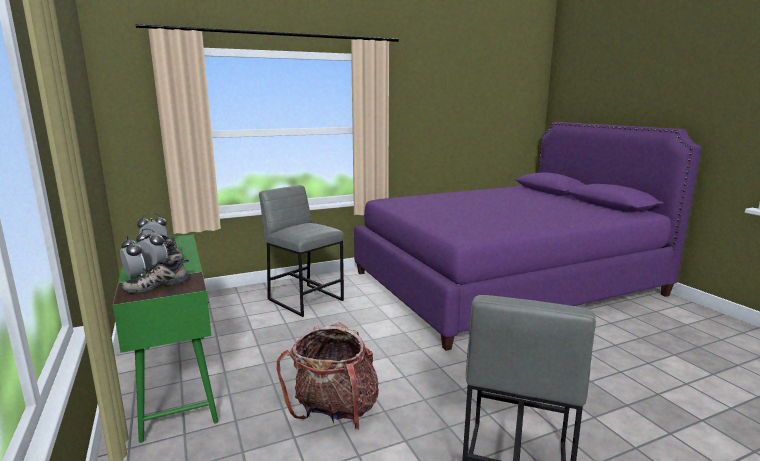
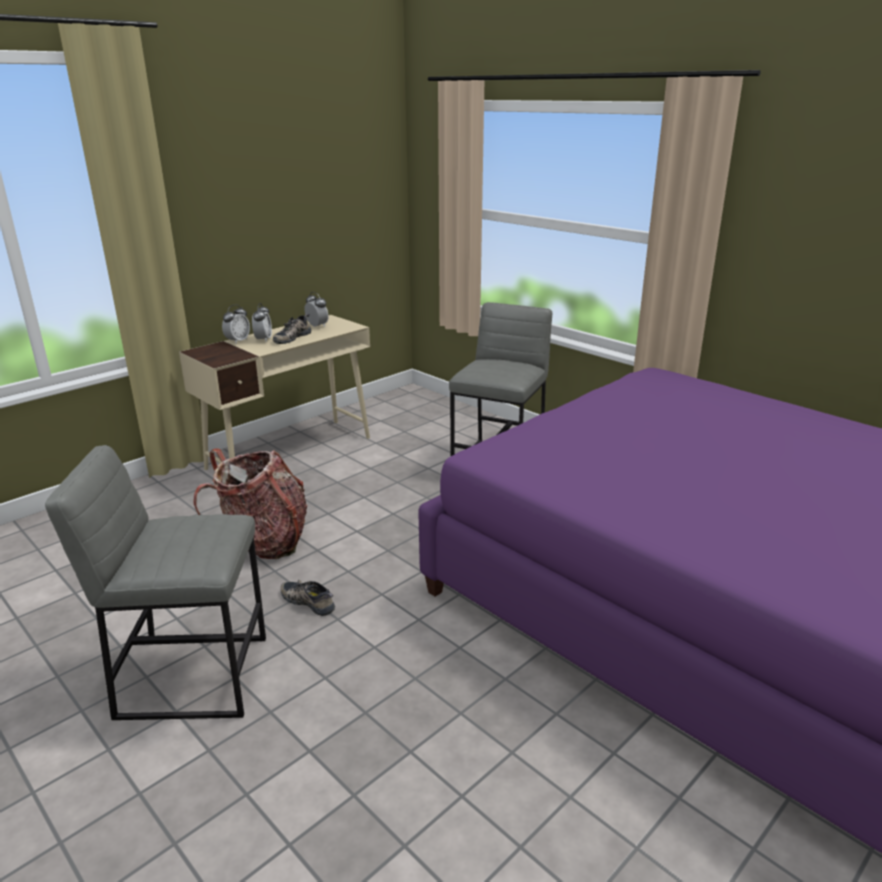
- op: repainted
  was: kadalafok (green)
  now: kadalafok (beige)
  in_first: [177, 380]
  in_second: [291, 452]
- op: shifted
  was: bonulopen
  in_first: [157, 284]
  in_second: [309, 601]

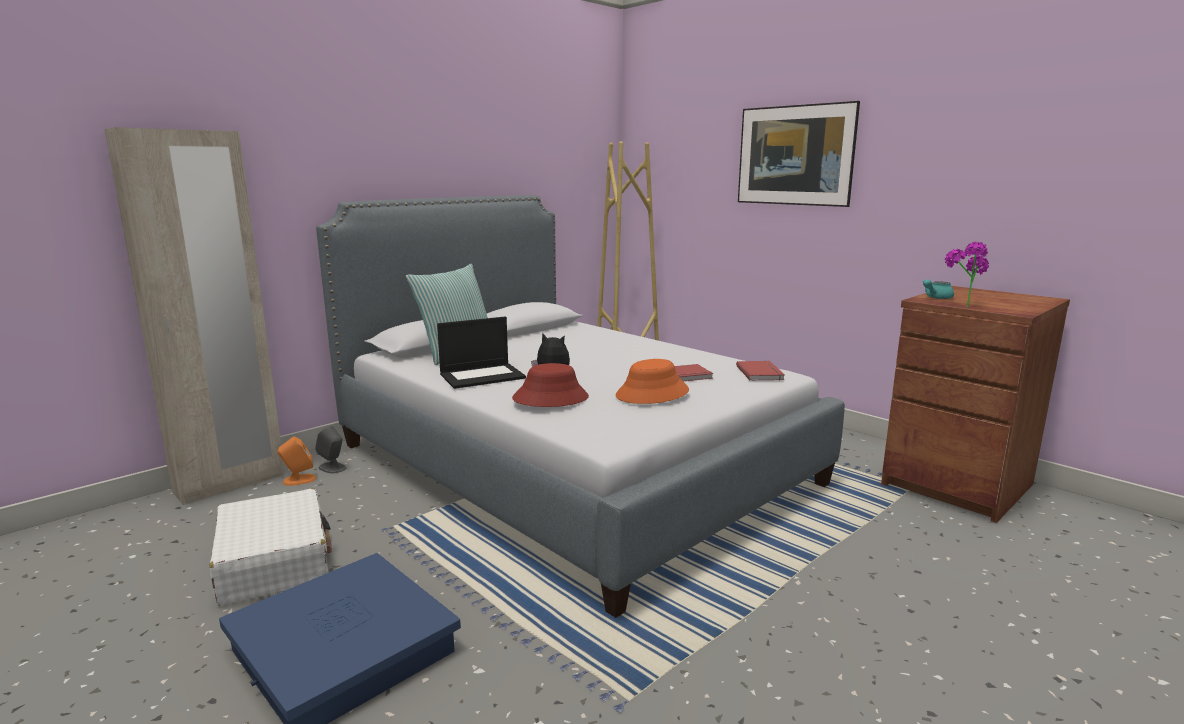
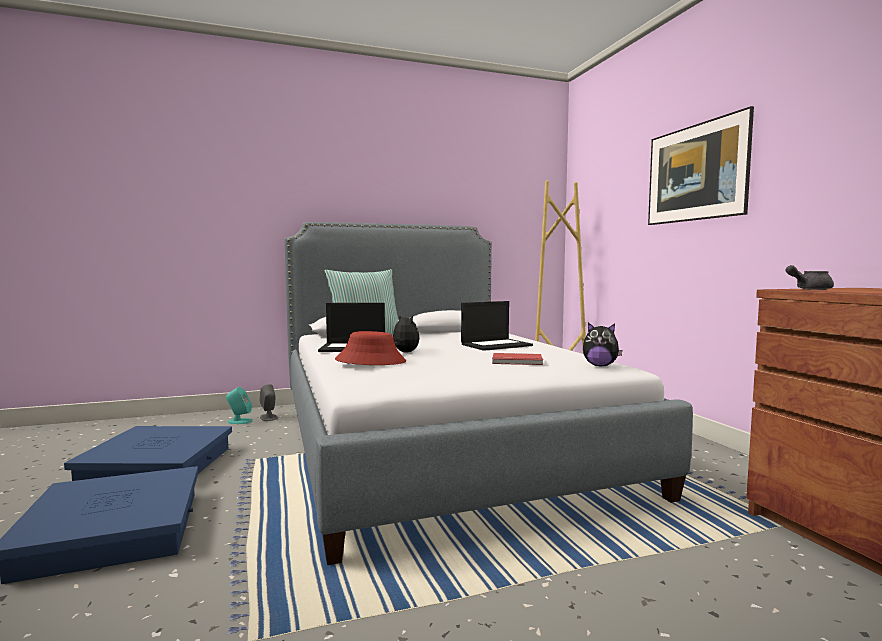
- op: gone
  was: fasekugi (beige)
  in_first: [230, 483]
- op: swapped
  was: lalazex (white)
  now: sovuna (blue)
  in_first: [274, 561]
  in_second: [158, 465]
- op: repainted
  was: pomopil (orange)
  now: pomopil (turquoise)
  in_first: [299, 480]
  in_second: [239, 421]
- op: gone
  was: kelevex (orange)
  in_first: [652, 393]
- op: swapped
  was: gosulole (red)
  now: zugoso
  in_first: [761, 372]
  in_second: [600, 366]
- op: repainted
  was: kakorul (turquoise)
  now: kakorul (grey)
  in_first: [935, 298]
  in_second: [808, 289]
- op: gone
  was: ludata
  in_first: [961, 305]
- op: new
  now: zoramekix
  in_second: [496, 345]

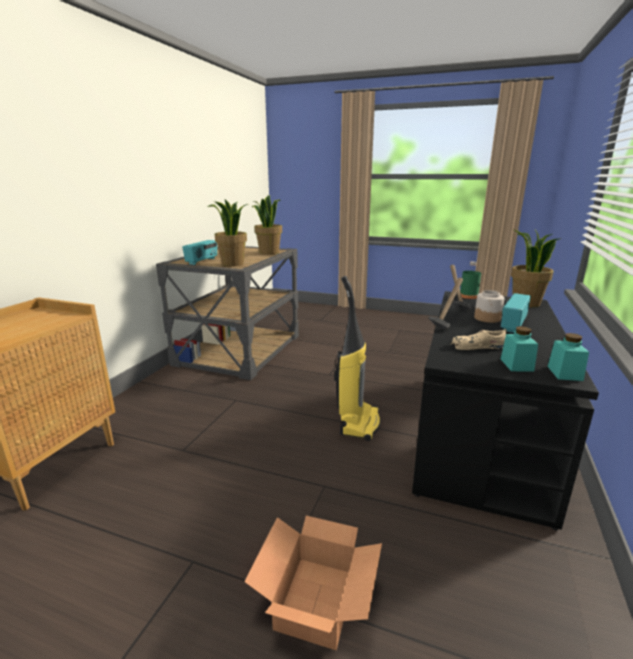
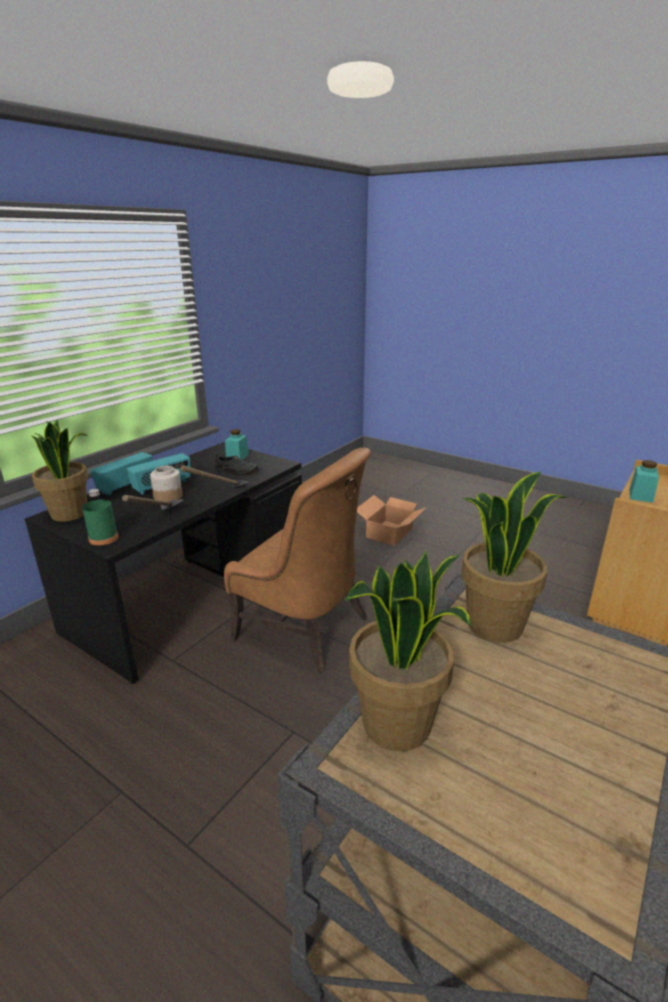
- op: shifted
  was: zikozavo
  in_first: [202, 261]
  in_second: [126, 486]
- op: swapped
  was: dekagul
  now: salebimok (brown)
  in_first: [358, 423]
  in_second: [304, 628]
- op: repainted
  was: bonulopen (beige)
  now: bonulopen (black)
  in_first: [478, 346]
  in_second: [237, 471]
- op: shifted
  was: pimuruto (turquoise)
  in_first: [564, 373]
  in_second: [640, 496]

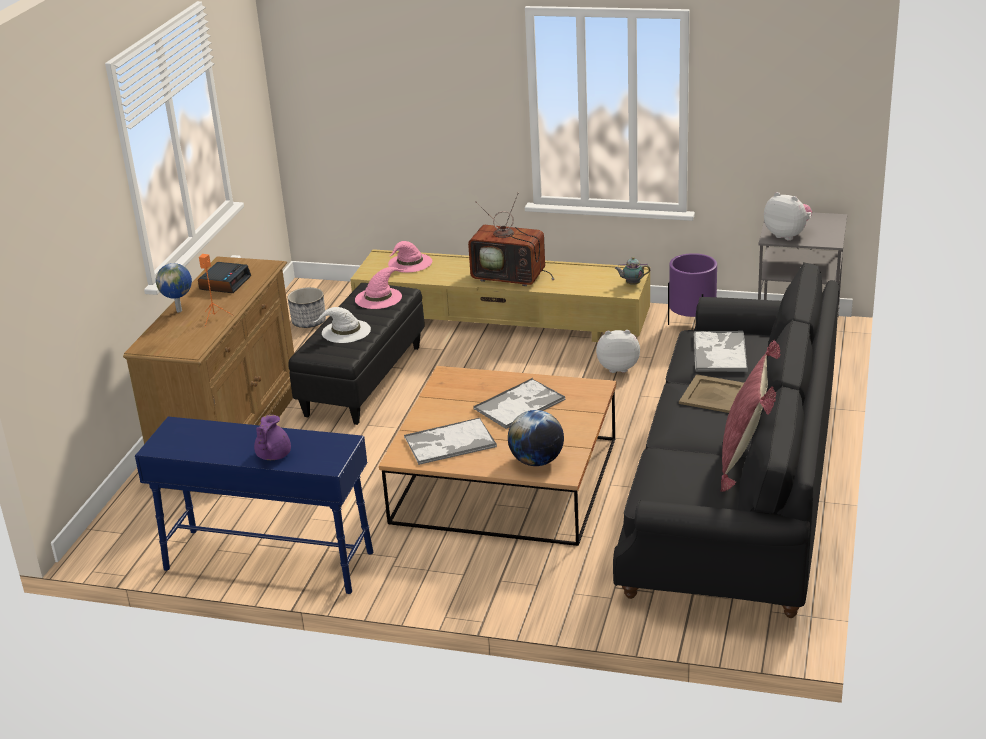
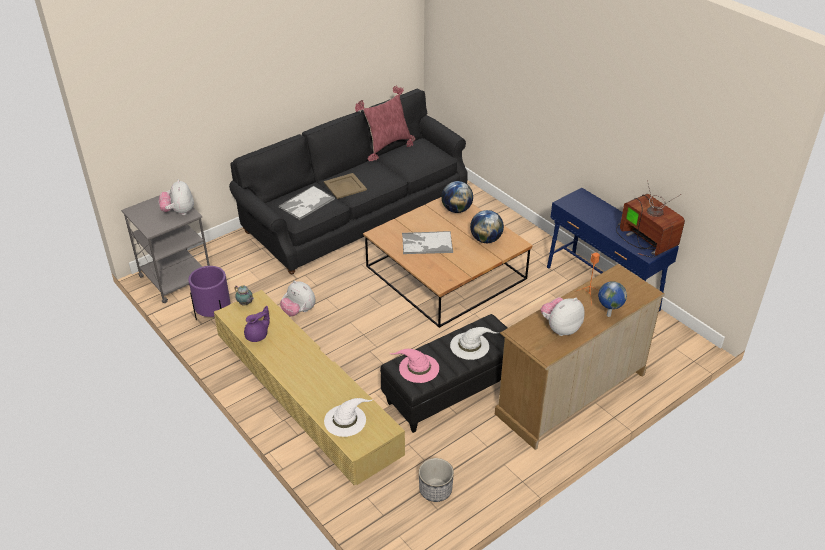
- op: swapped
  was: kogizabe
  now: zugoso
  in_first: [225, 283]
  in_second: [560, 328]
- op: shifted
  was: kakorul (purple)
  in_first: [272, 455]
  in_second: [257, 335]
- op: repainted
  was: kelevex (pink)
  now: kelevex (white)
  in_first: [410, 263]
  in_second: [345, 420]
- op: swapped
  was: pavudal
  now: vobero
  in_first: [449, 443]
  in_second: [486, 239]
- op: shifted
  was: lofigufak
  in_first: [511, 276]
  in_second: [644, 240]

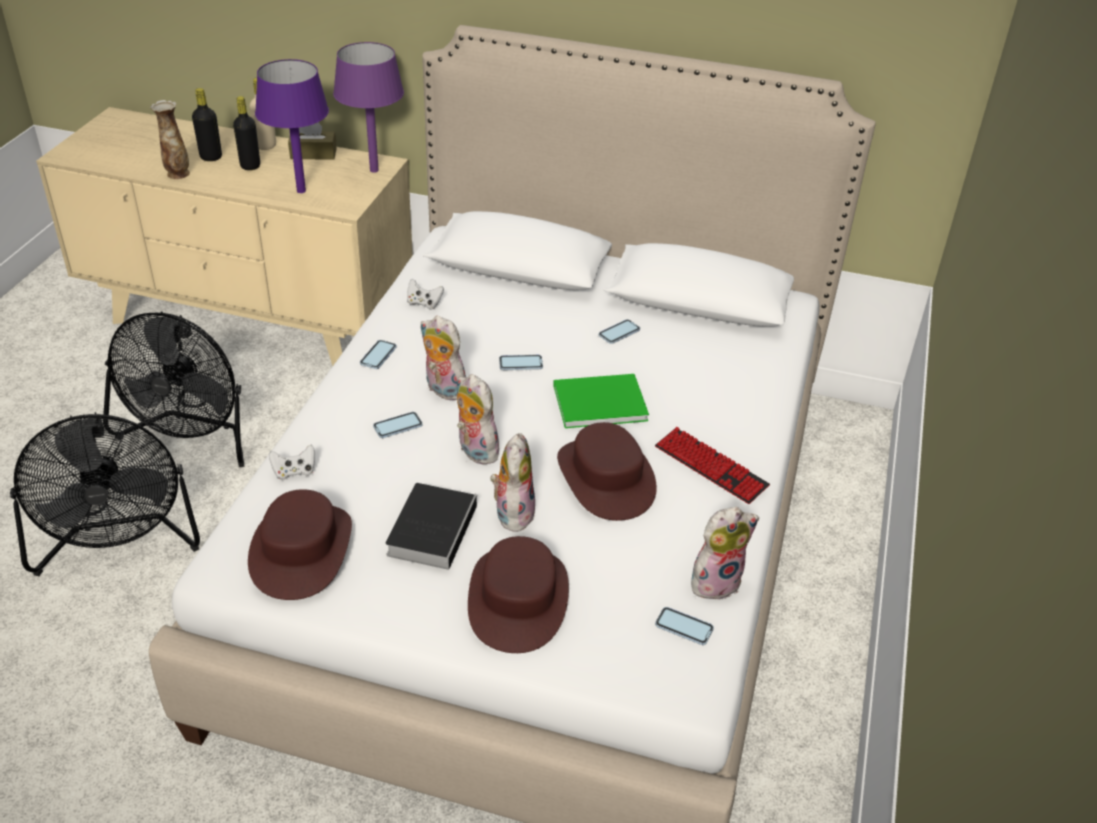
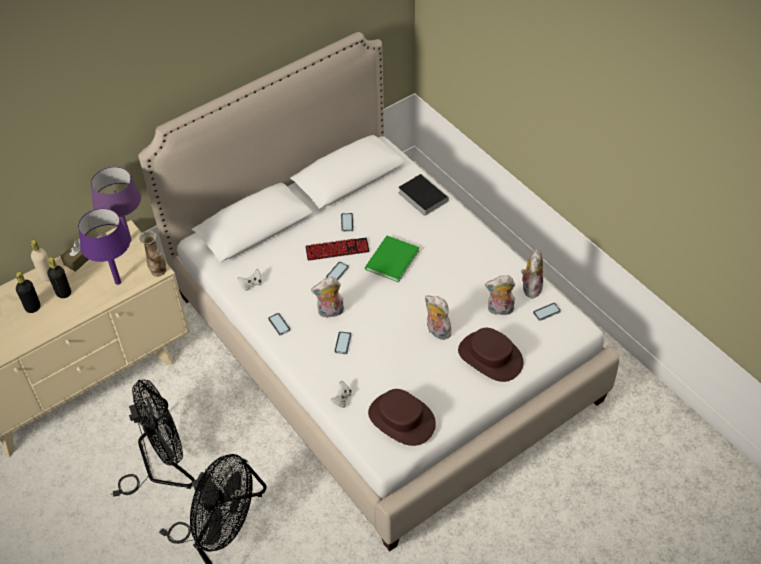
- op: rotated
  was: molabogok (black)
  in_first: [189, 433]
  in_second: [159, 459]
  clockwise: -75
- op: shifted
  was: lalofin
  in_first: [177, 174]
  in_second: [158, 271]
- op: shifted
  was: gosulole
  in_first: [432, 528]
  in_second: [421, 196]
- op: shifted
  was: zugoso
  in_first: [474, 450]
  in_second: [499, 310]
- op: gone
  was: kelevex (brown)
  in_first: [606, 478]
- op: shifted
  was: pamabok
  in_first: [710, 467]
  in_second: [337, 250]

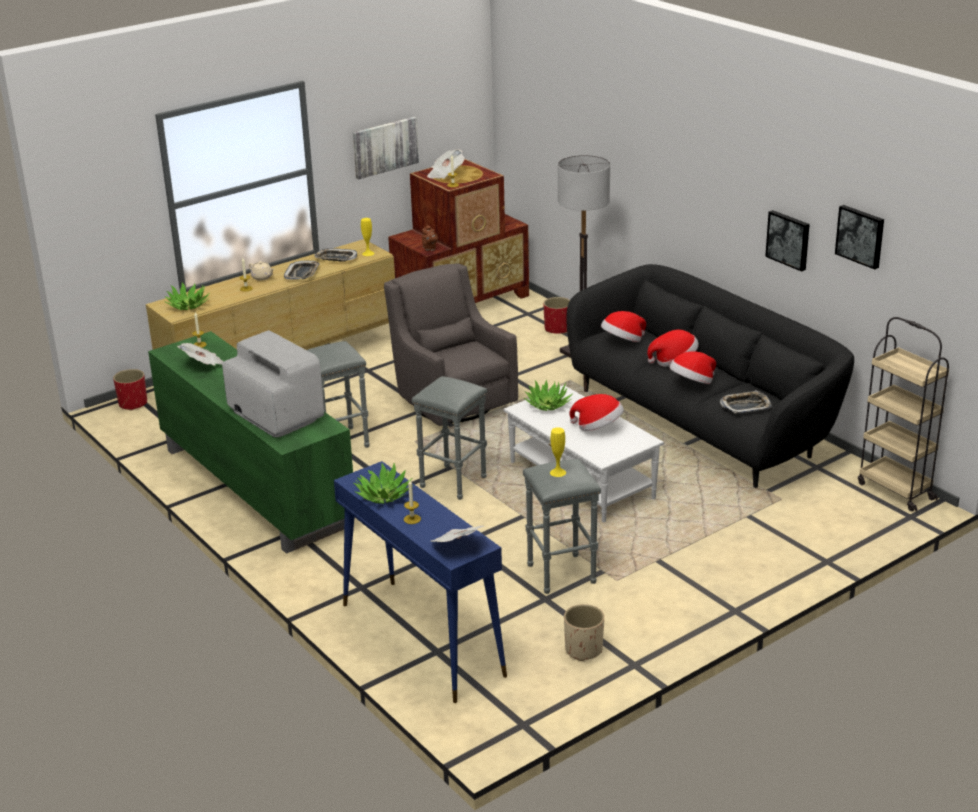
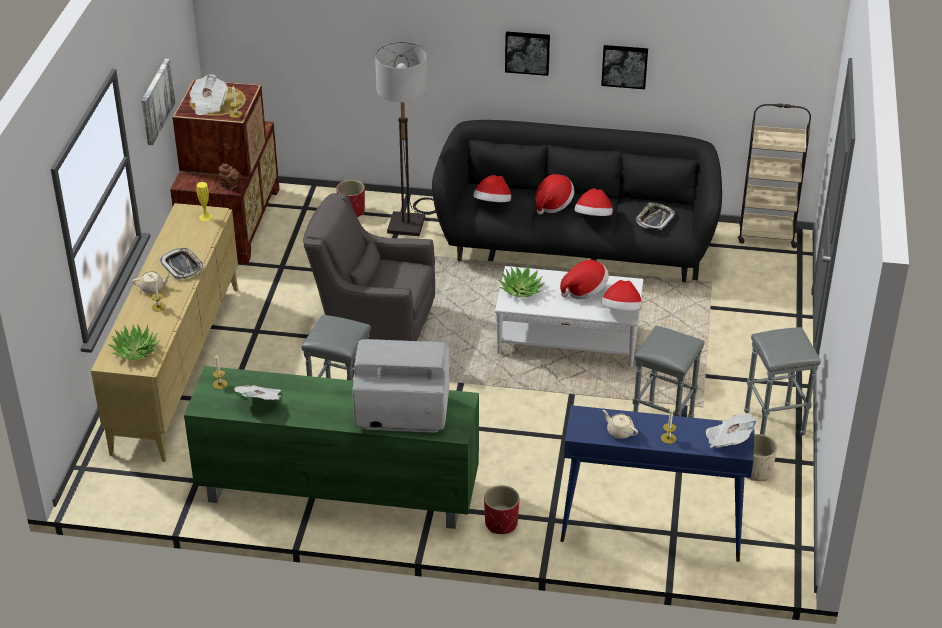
- op: shifted
  was: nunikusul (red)
  in_first: [133, 404]
  in_second: [501, 523]
- op: gone
  was: pavudal
  in_first: [336, 258]
- op: swapped
  was: ludata
  now: kakorul (beige)
  in_first: [383, 495]
  in_second: [619, 432]
- op: shifted
  was: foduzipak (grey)
  in_first: [451, 482]
  in_second: [773, 423]
- op: gone
  was: lalofin (yellow)
  in_first: [558, 472]
- op: shifted
  was: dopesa
  in_first: [861, 236]
  in_second: [527, 52]
- op: new
  now: kelevex
  in_second: [621, 311]

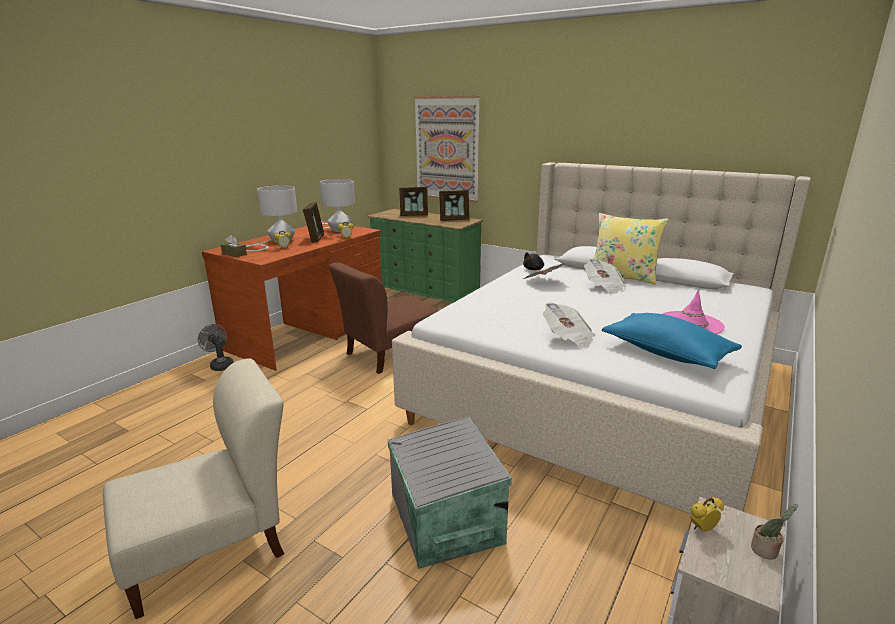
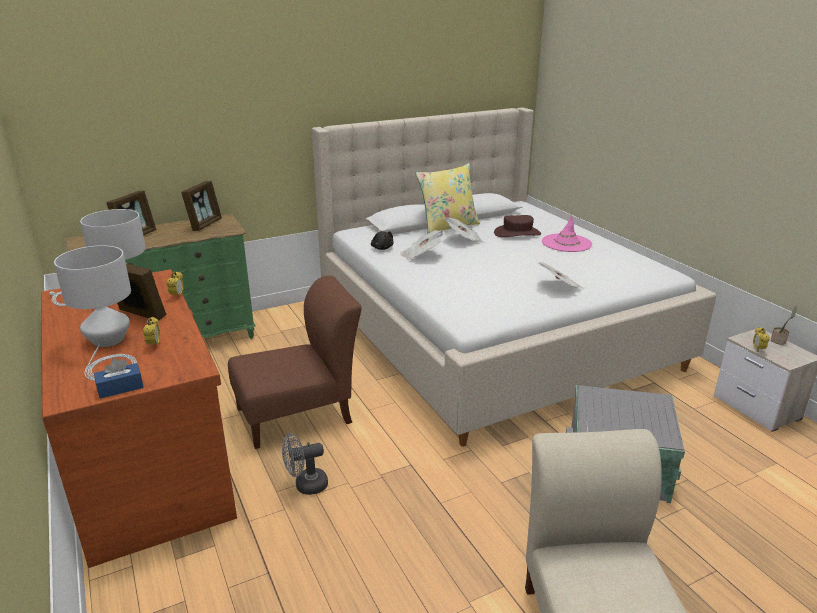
- op: shifted
  was: molabogok (grey)
  in_first: [220, 365]
  in_second: [306, 485]
- op: repainted
  was: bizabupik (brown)
  now: bizabupik (blue)
  in_first: [234, 254]
  in_second: [120, 388]
- op: rotated
  was: salebimok (brown)
  in_first: [388, 354]
  in_second: [299, 414]
  clockwise: -105
- op: gone
  was: dopesa
  in_first: [447, 149]
- op: gone
  was: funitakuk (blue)
  in_first: [666, 353]
- op: new
  now: kelevex (brown)
  in_second: [517, 233]

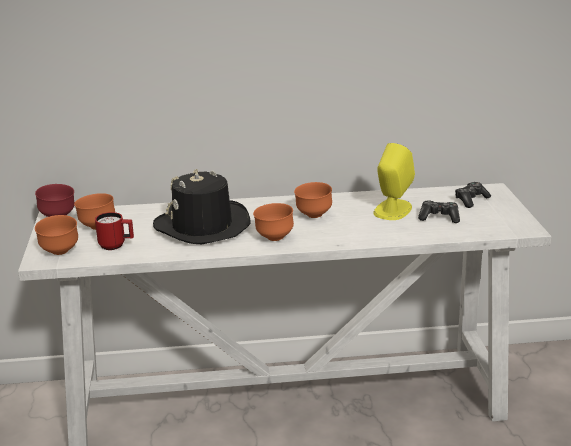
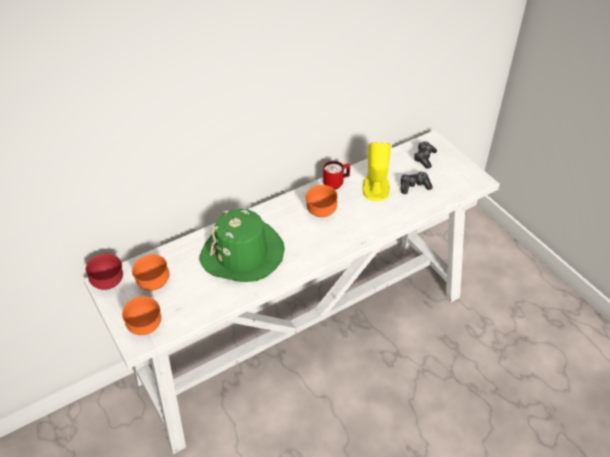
- op: shifted
  was: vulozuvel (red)
  in_first: [116, 245]
  in_second: [336, 183]
- op: repainted
  was: kelevex (black)
  now: kelevex (green)
  in_first: [202, 226]
  in_second: [242, 254]
- op: gone
  was: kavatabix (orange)
  in_first: [273, 238]

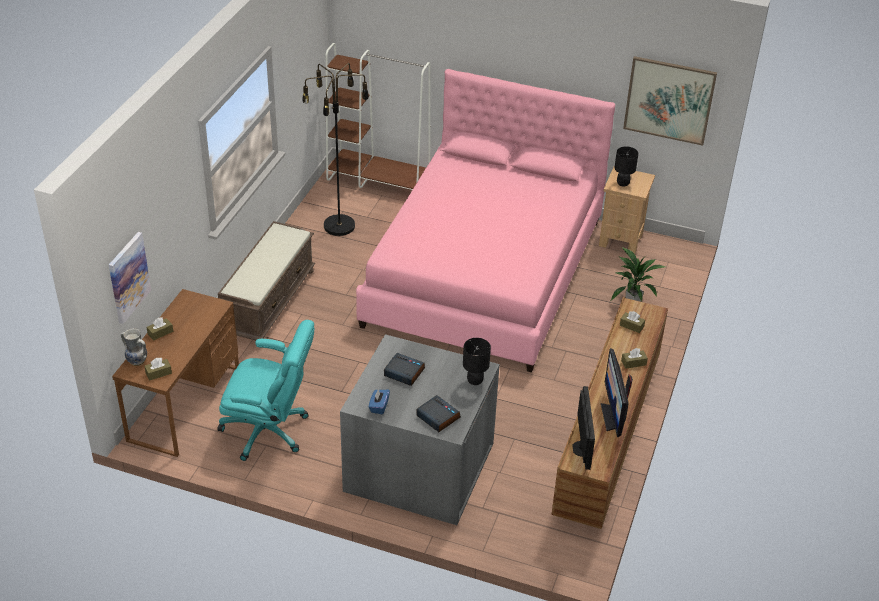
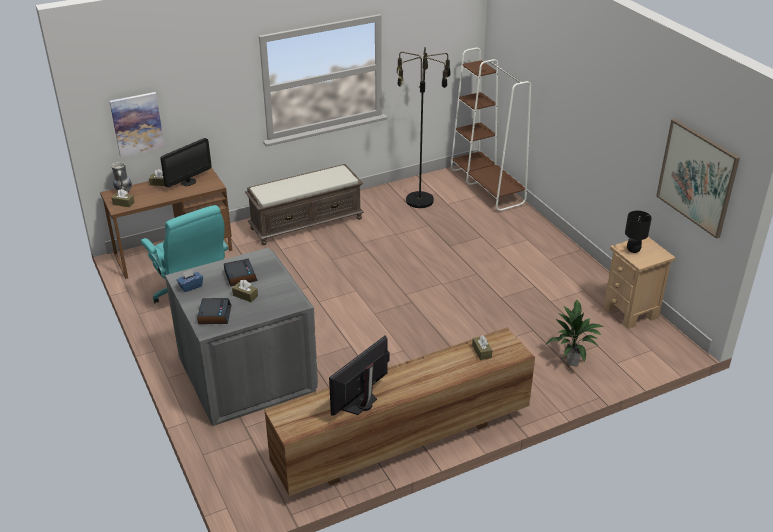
- op: gone
  was: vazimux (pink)
  in_first: [485, 272]
- op: gone
  was: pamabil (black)
  in_first: [475, 381]
- op: shifted
  was: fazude
  in_first: [581, 448]
  in_second: [188, 182]
- op: shifted
  was: bizabupik (brown)
  in_first: [633, 363]
  in_second: [245, 296]

